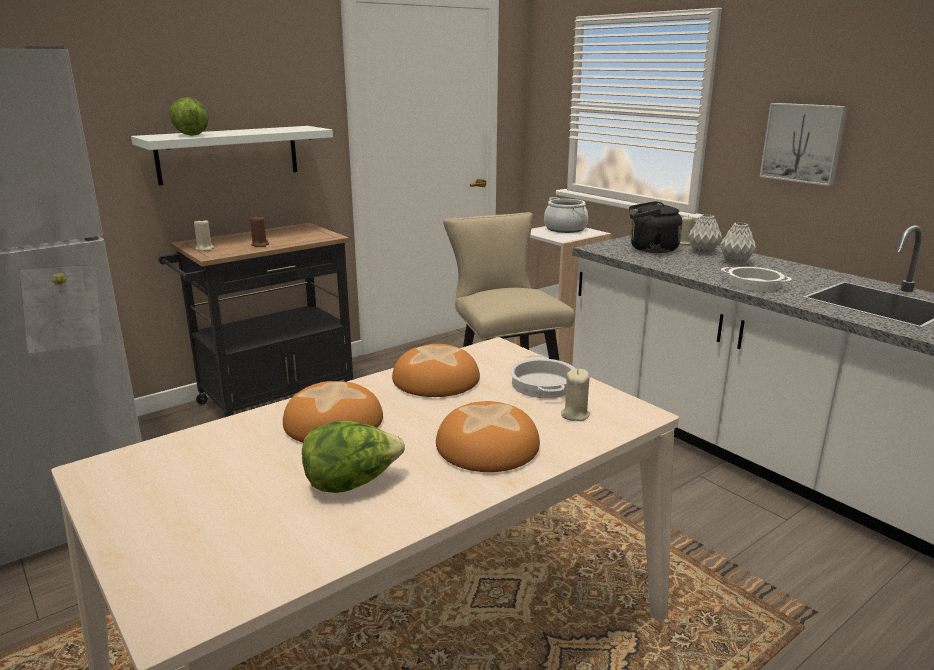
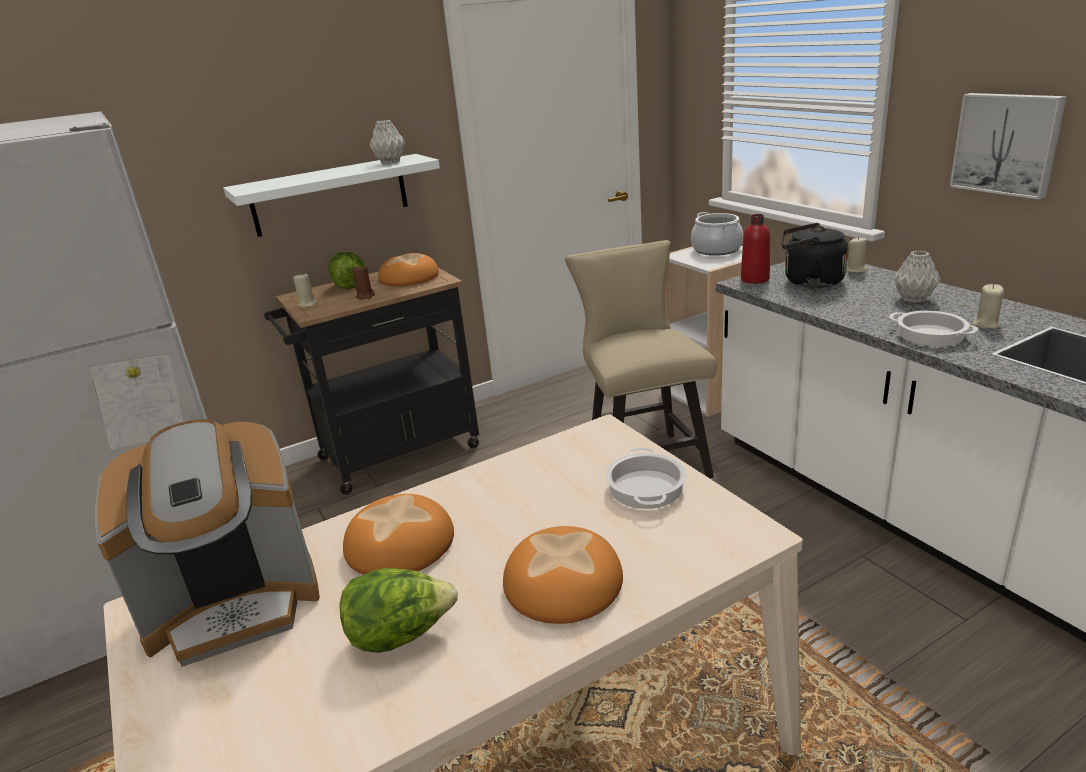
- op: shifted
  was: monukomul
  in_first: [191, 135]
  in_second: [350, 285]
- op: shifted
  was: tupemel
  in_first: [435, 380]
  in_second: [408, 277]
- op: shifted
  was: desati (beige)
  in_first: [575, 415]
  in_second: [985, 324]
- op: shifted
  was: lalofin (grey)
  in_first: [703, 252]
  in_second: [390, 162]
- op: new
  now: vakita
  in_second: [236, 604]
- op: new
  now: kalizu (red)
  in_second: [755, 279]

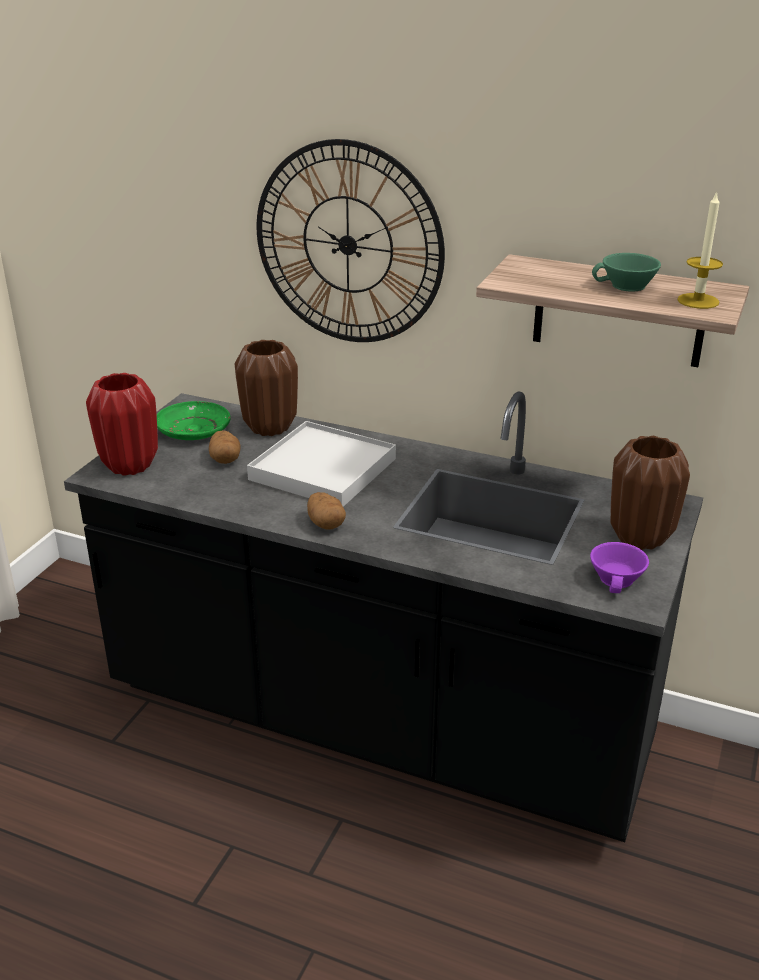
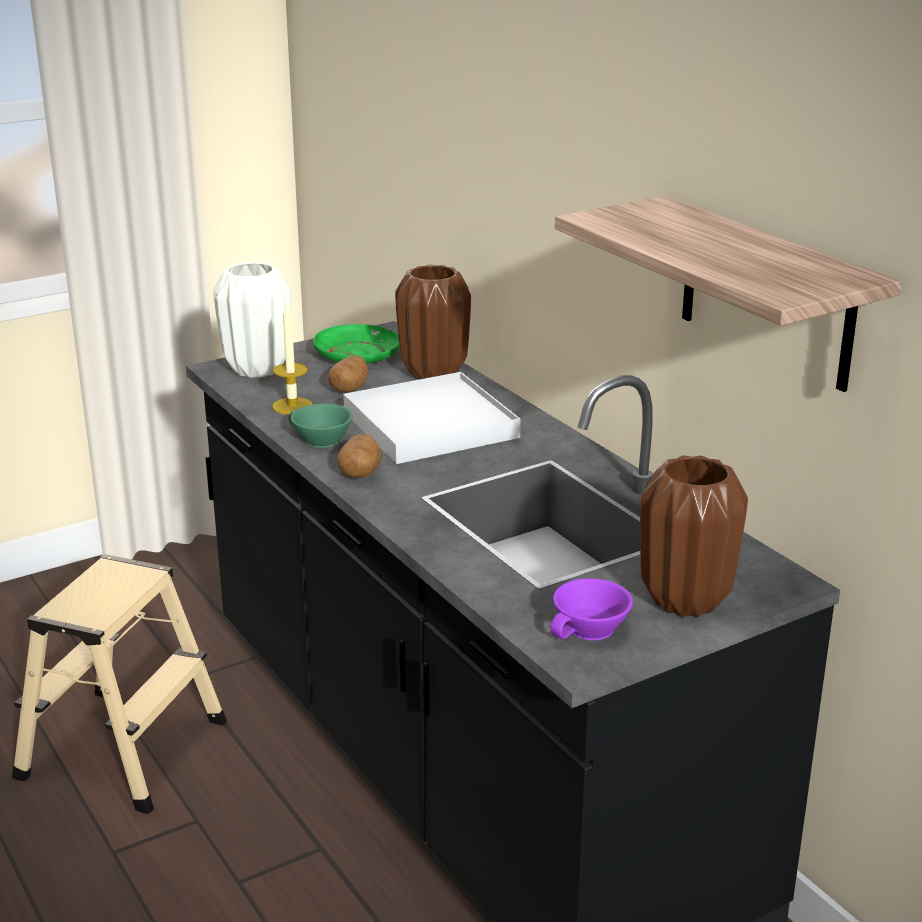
- op: repainted
  was: lalofin (red)
  now: lalofin (white)
  in_first: [130, 465]
  in_second: [258, 369]
- op: gone
  was: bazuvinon
  in_first: [348, 244]
- op: shifted
  was: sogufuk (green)
  in_first: [627, 286]
  in_second: [319, 440]
- op: shifted
  was: desati
  in_first: [698, 301]
  in_second: [292, 406]
- op: new
  now: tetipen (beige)
  in_second: [123, 748]

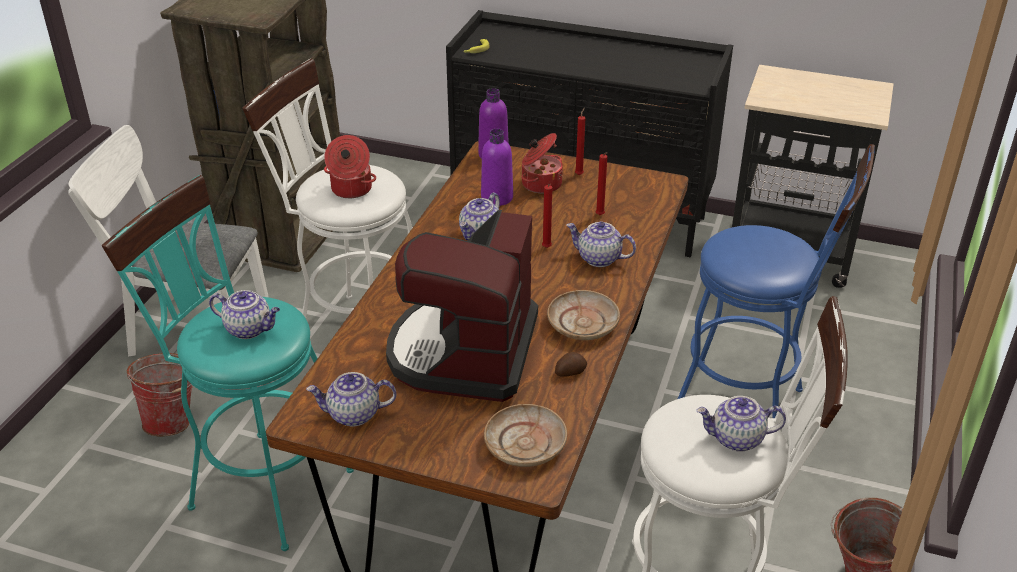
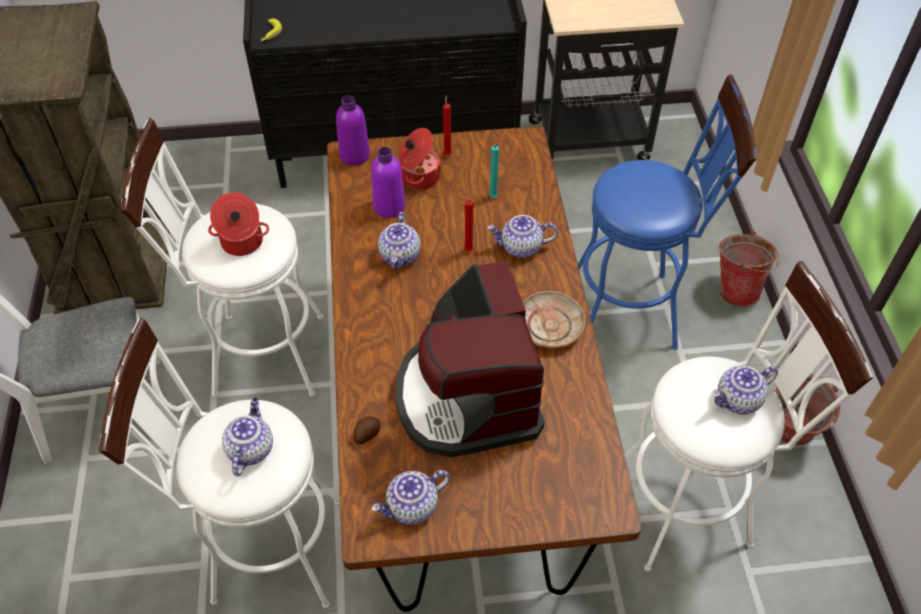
- op: repainted
  was: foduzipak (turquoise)
  now: foduzipak (white)
  in_first: [260, 484]
  in_second: [264, 550]
- op: shifted
  was: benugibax
  in_first: [174, 420]
  in_second: [736, 289]
- op: rotated
  was: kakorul
  in_first: [249, 329]
  in_second: [250, 448]
  clockwise: -75
- op: gone
  was: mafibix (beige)
  in_first: [525, 444]
- op: shifted
  was: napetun
  in_first: [570, 372]
  in_second: [366, 434]
- op: repainted
  was: desati (red)
  now: desati (turquoise)
  in_first: [600, 216]
  in_second: [494, 198]

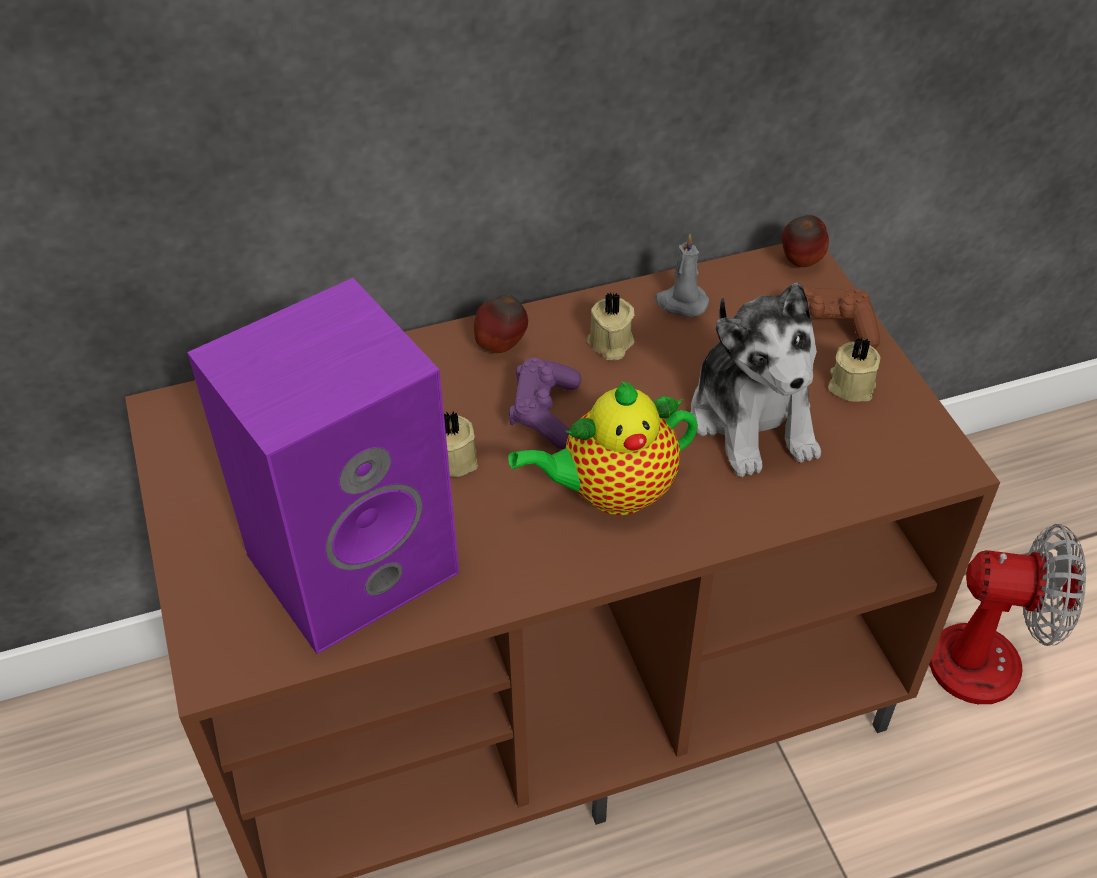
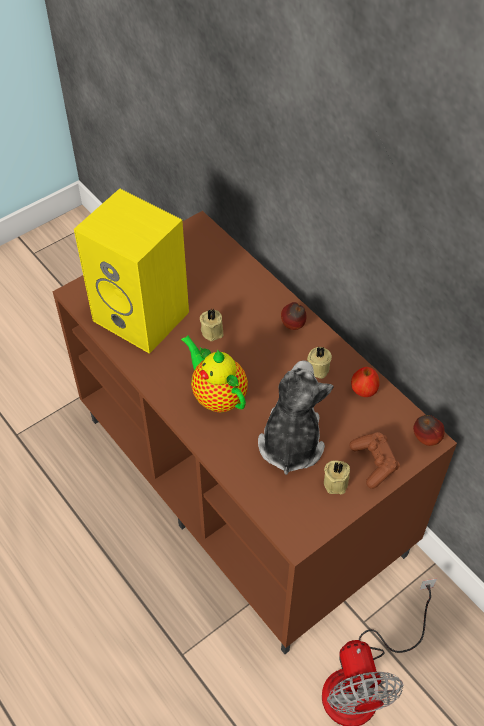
- op: repainted
  was: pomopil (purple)
  now: pomopil (yellow)
  in_first: [355, 559]
  in_second: [144, 316]
- op: gone
  was: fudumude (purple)
  in_first: [545, 413]
- op: swapped
  was: desati (grey)
  now: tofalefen
  in_first: [681, 302]
  in_second: [363, 391]
- op: rotated
  was: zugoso
  in_first: [753, 419]
  in_second: [290, 442]
  clockwise: 135

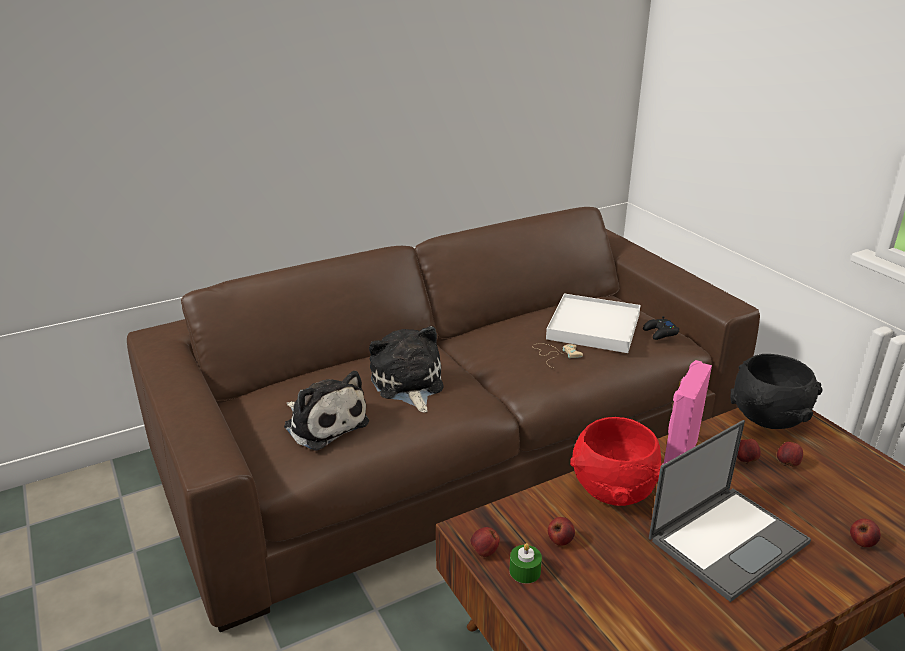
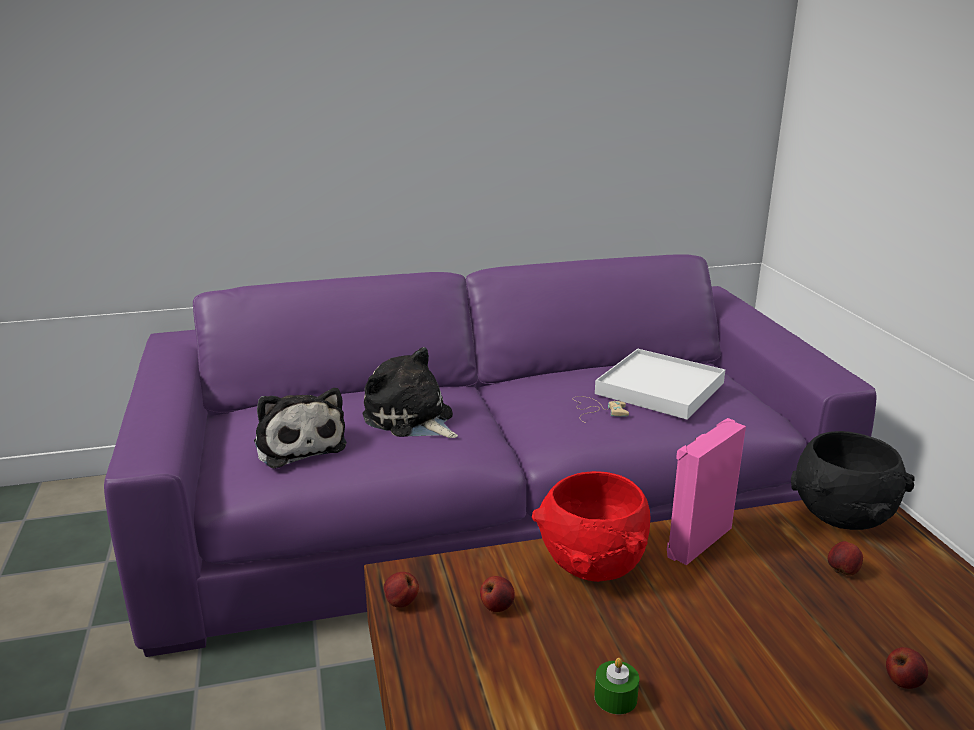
- op: repainted
  was: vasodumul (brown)
  now: vasodumul (purple)
  in_first: [452, 441]
  in_second: [487, 507]
- op: rotated
  was: zugoso
  in_first: [408, 385]
  in_second: [411, 419]
  clockwise: -45
- op: shifted
  was: desati (green)
  in_first: [525, 571]
  in_second: [615, 697]
- op: gone
  was: fudumude (black)
  in_first: [660, 333]
- op: gone
  was: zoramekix
  in_first: [729, 539]
- op: gone
  was: tofalefen
  in_first: [745, 460]

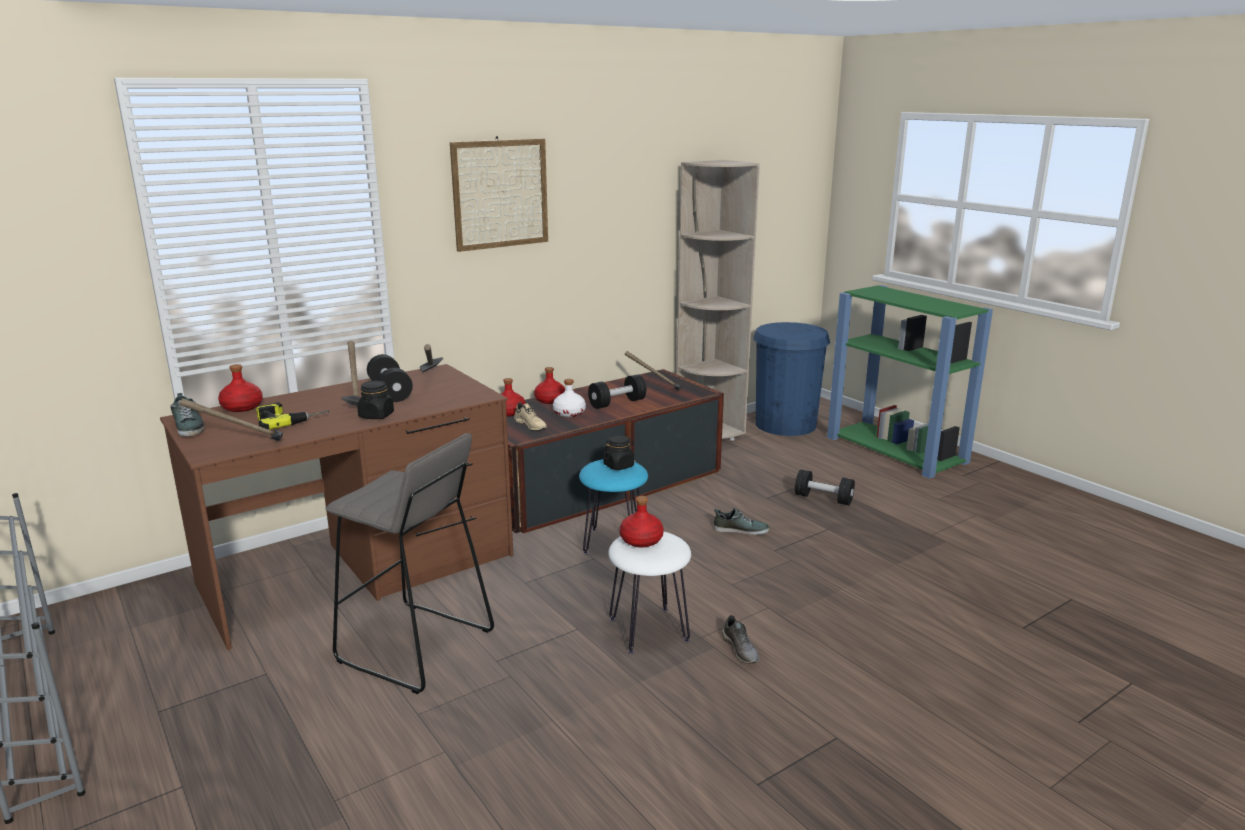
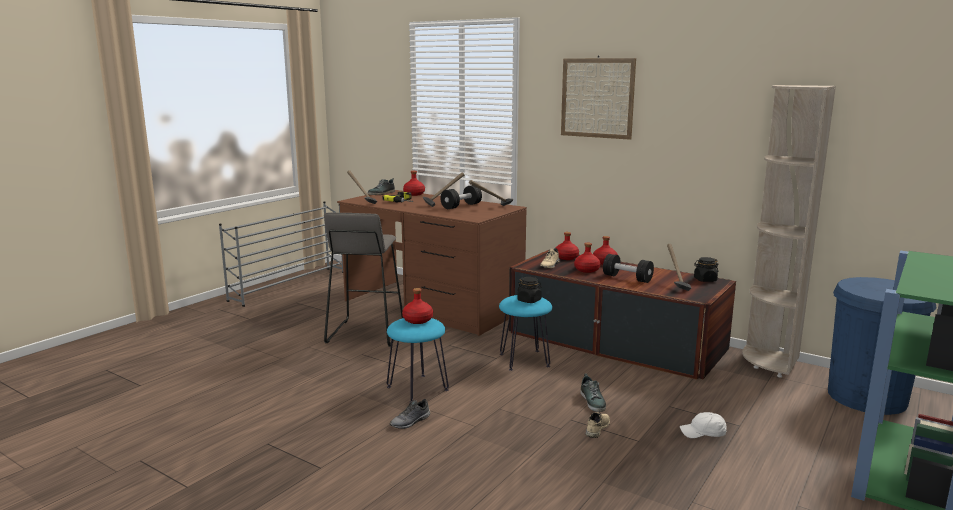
- op: shifted
  was: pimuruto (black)
  in_first: [376, 416]
  in_second: [705, 280]
- op: repainted
  was: kalizu (white)
  now: kalizu (red)
  in_first: [569, 413]
  in_second: [587, 270]
- op: repainted
  was: foduzipak (white)
  now: foduzipak (turquoise)
  in_first: [649, 630]
  in_second: [417, 388]
- op: swapped
  was: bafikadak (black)
  now: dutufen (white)
  in_first: [823, 499]
  in_second: [703, 433]
- op: new
  now: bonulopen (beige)
  in_second: [596, 429]

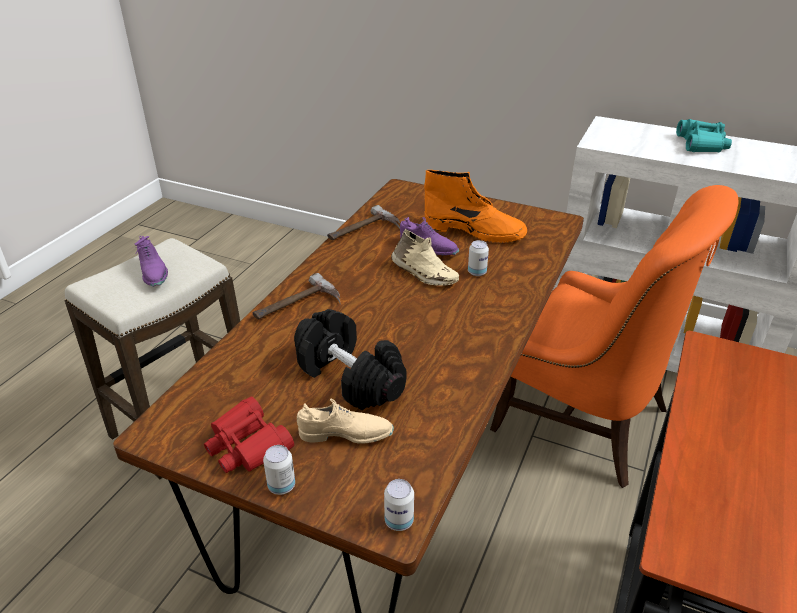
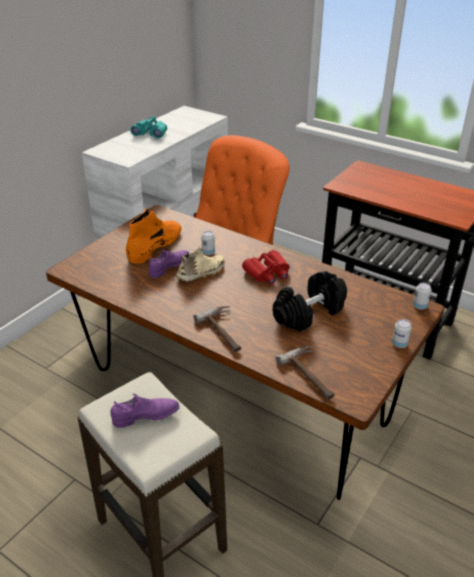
- op: shifted
  was: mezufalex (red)
  in_first: [247, 445]
  in_second: [267, 273]
- op: gone
  was: bonulopen (beige)
  in_first: [346, 434]
- op: shifted
  was: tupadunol
  in_first: [364, 231]
  in_second: [312, 374]

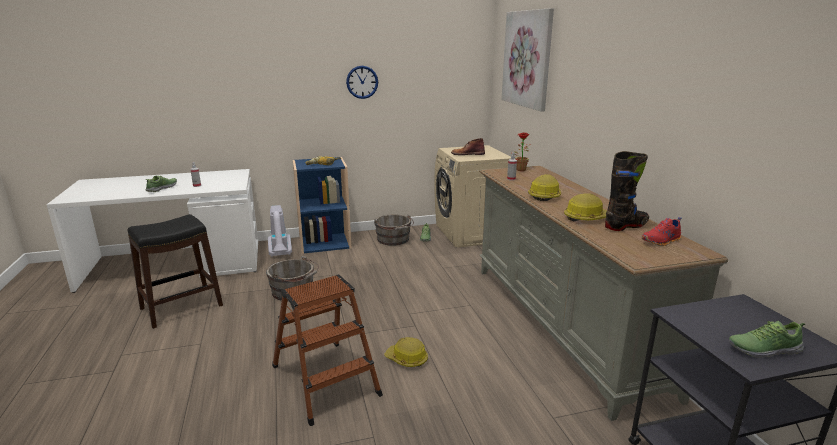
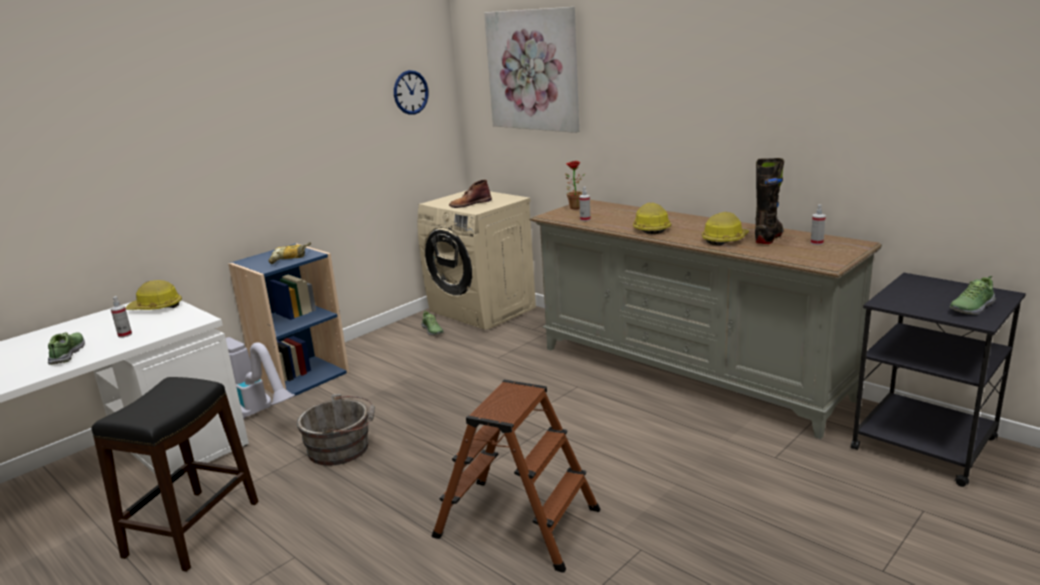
- op: shifted
  was: bazuvinon
  in_first: [362, 82]
  in_second: [410, 92]
- op: gone
  was: benugibax (grey)
  in_first: [394, 240]
- op: shifted
  was: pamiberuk
  in_first: [407, 359]
  in_second: [156, 307]
- op: swapped
  was: bonulopen (red)
  now: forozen
  in_first: [661, 241]
  in_second: [816, 243]

